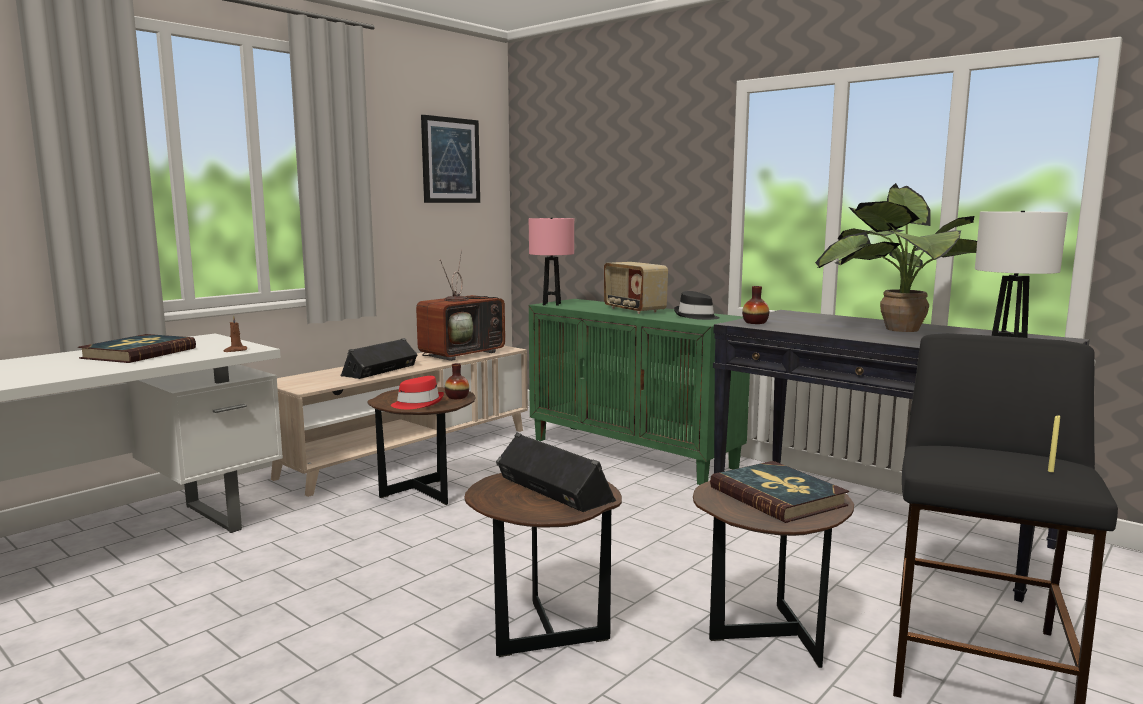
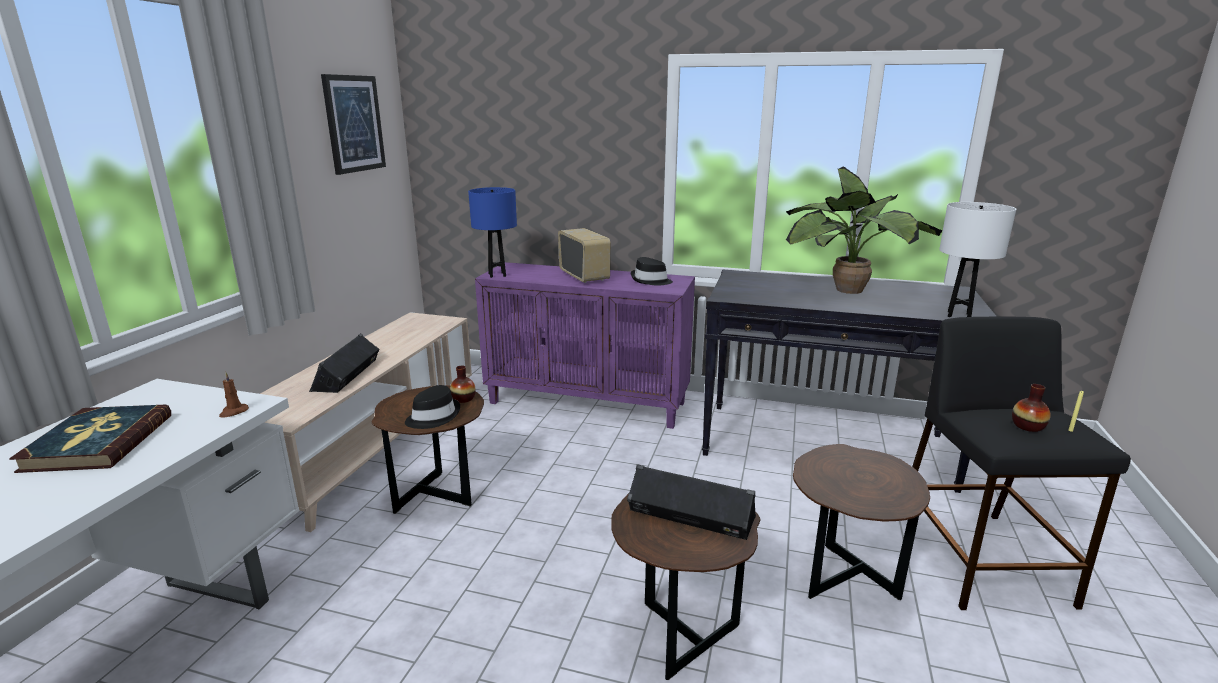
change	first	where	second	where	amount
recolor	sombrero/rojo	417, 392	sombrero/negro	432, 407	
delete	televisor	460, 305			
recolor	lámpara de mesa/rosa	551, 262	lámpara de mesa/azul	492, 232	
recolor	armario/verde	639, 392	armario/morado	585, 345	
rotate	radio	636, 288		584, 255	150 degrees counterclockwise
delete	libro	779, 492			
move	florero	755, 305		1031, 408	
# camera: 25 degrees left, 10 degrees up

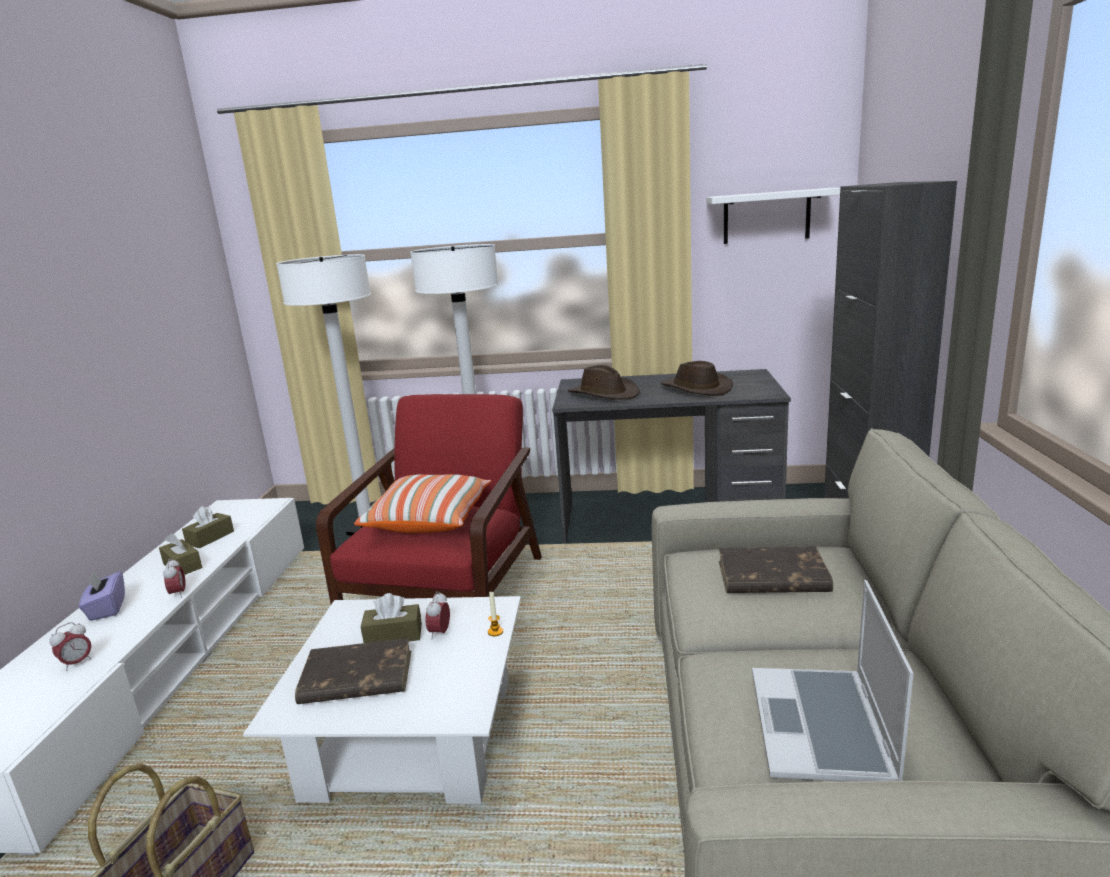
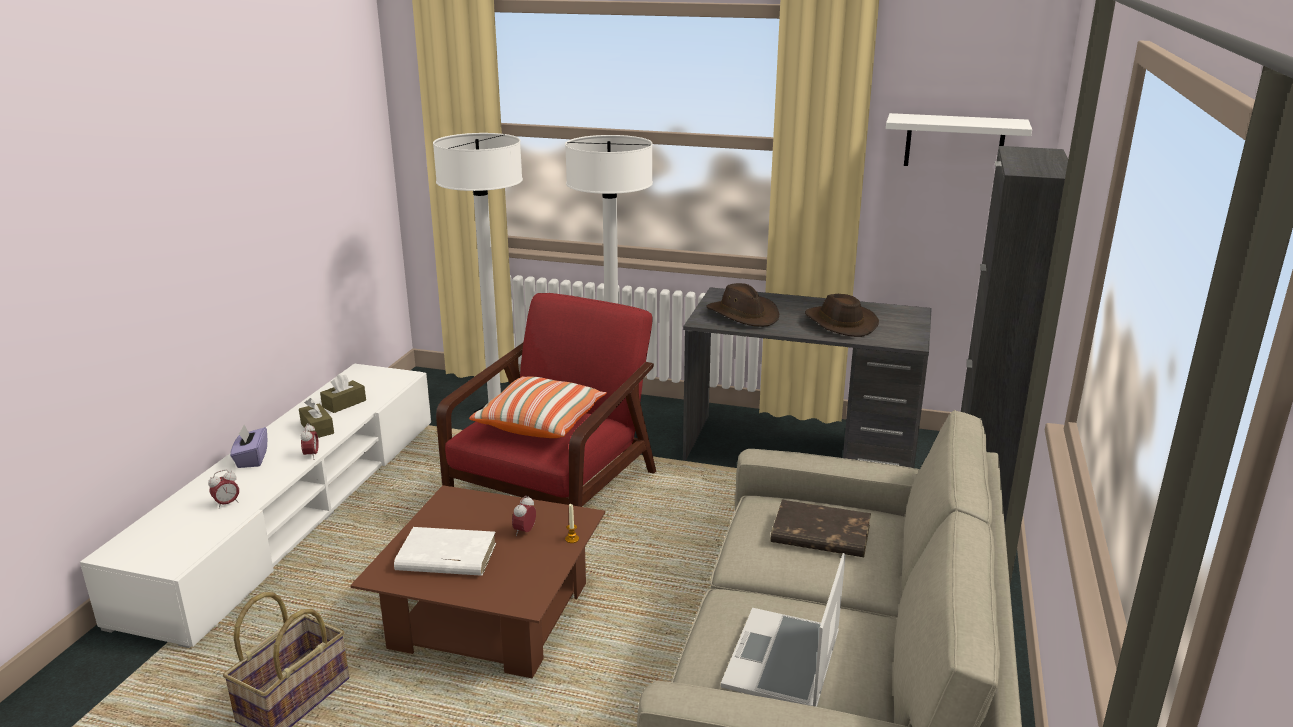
change	first	where	second	where	amount
recolor	mesa de centro/blanco	382, 700	mesa de centro/marrón	477, 581	
recolor	libro/marrón	353, 671	libro/blanco	445, 551	
delete	caja de pañuelos/marrón	391, 618			
# camera: 10 degrees right, 5 degrees up

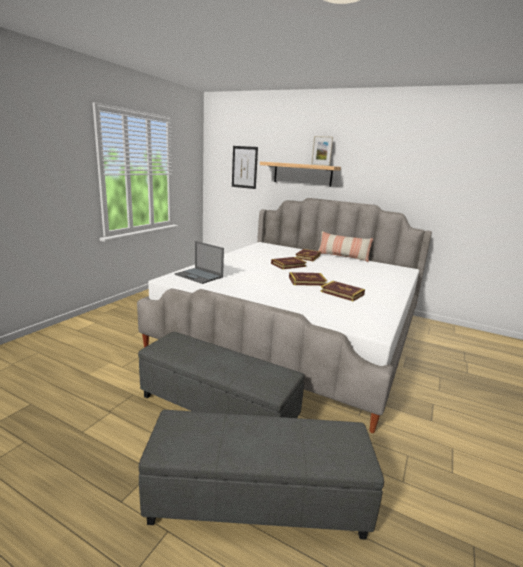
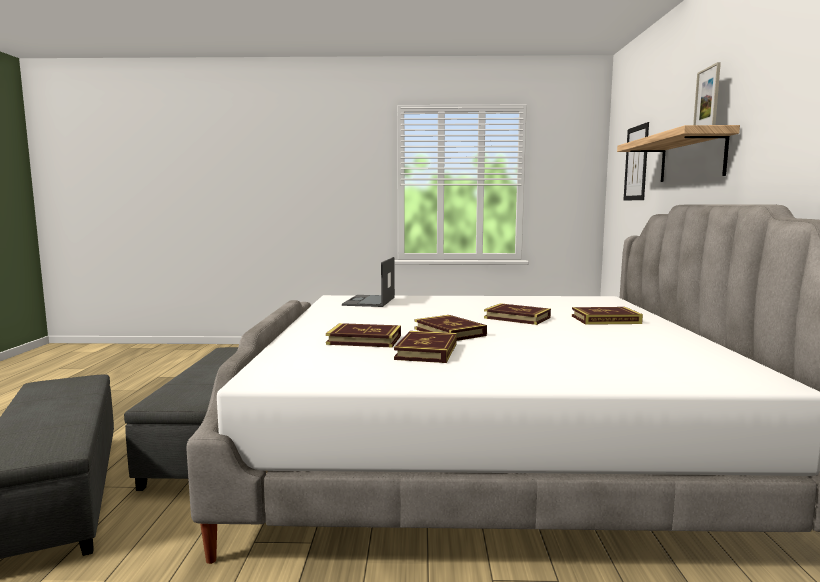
change	first	where	second	where	amount
delete	cojín	345, 246			
insert			libro	363, 335	
# camera: 65 degrees right, 10 degrees down

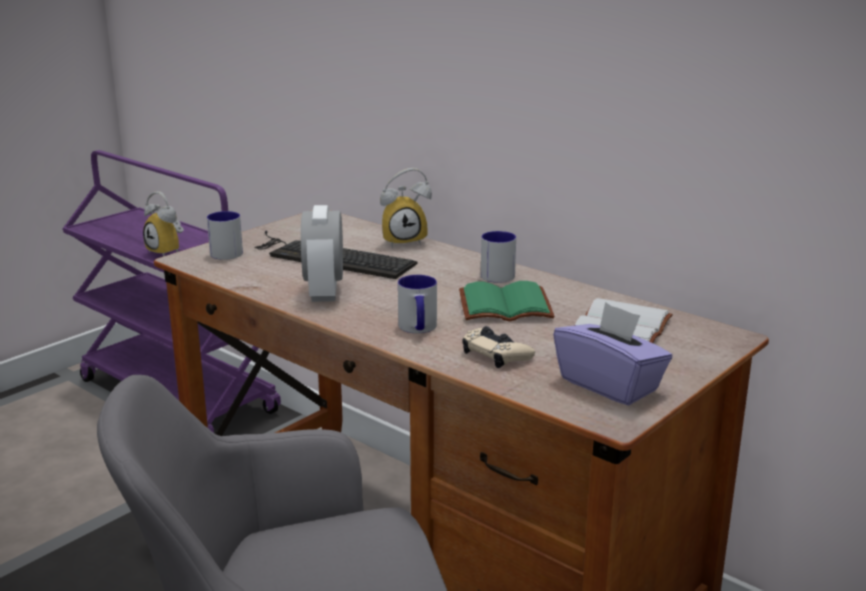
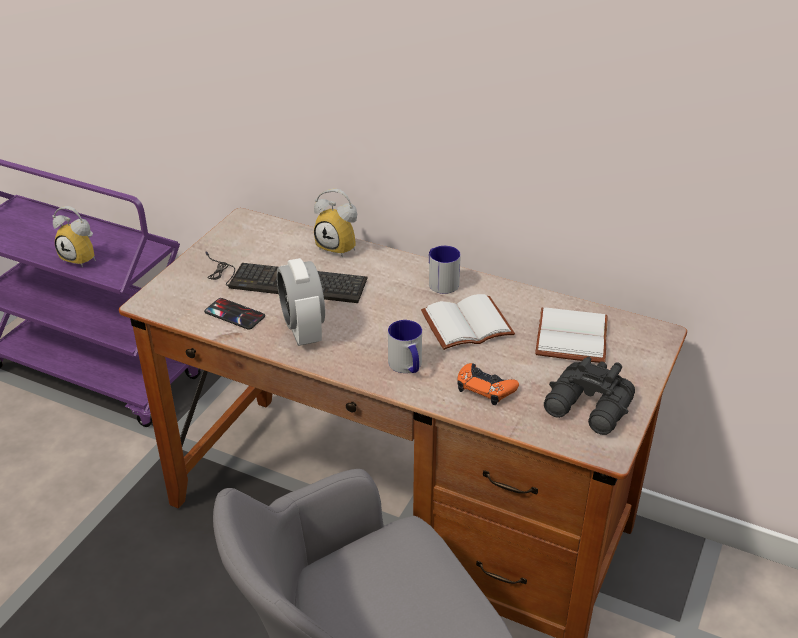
change	first	where	second	where	amount
delete	taza grande	225, 235			
rotate	despertador	406, 208		335, 223	60 degrees clockwise
recolor	libro/verde	507, 301	libro/blanco	468, 322	
recolor	mando de consola/beis	498, 347	mando de consola/naranja	488, 384	
replace	caja de pañuelos/morado	612, 354	prismáticos/negro	589, 396	
insert			móvil	234, 314	
# camera: 15 degrees left, 15 degrees up

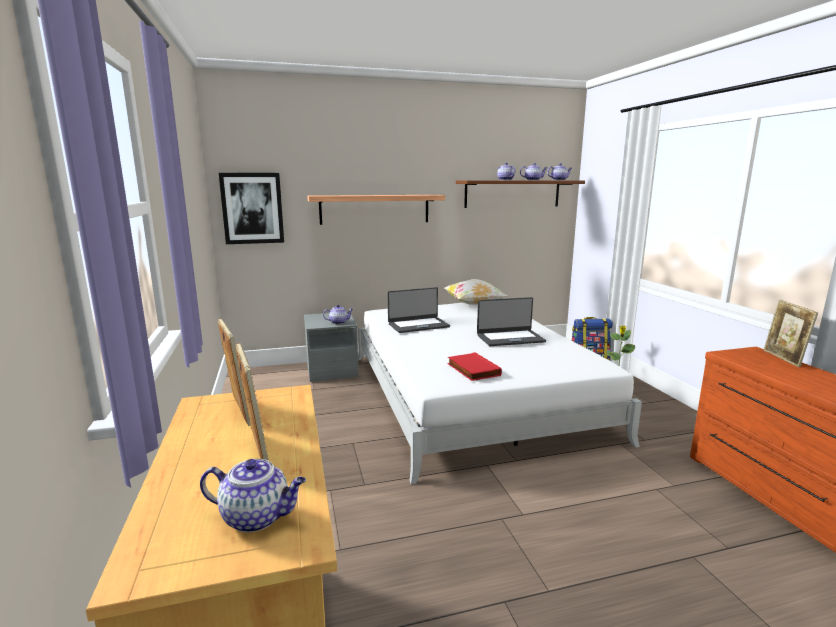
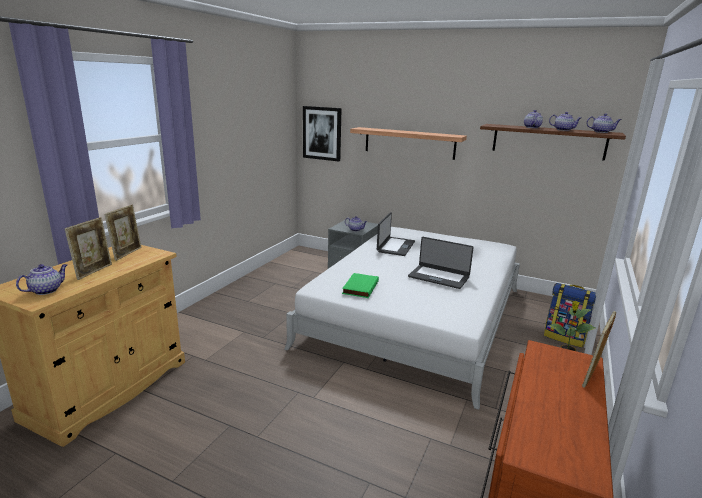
change	first	where	second	where	amount
rotate	tetera	253, 496		41, 279	105 degrees counterclockwise
rotate	portátil	419, 310		396, 234	90 degrees counterclockwise
delete	cojín	475, 292			
recolor	libro/rojo	475, 366	libro/verde	360, 285	
# camera: 40 degrees right, 5 degrees up

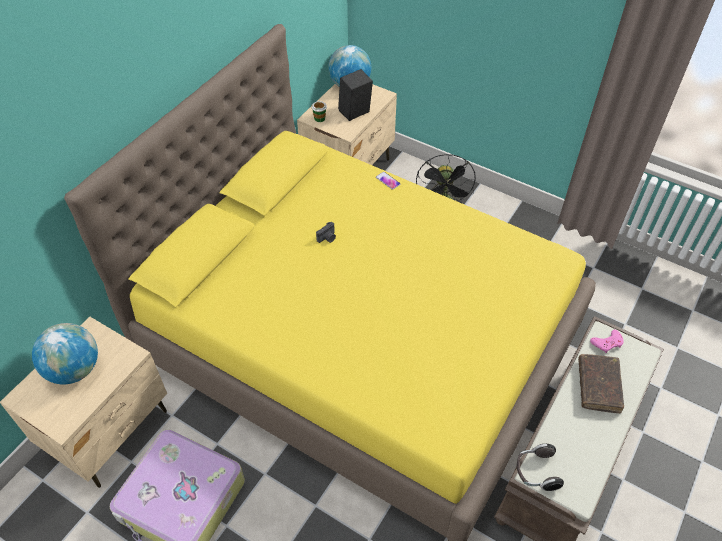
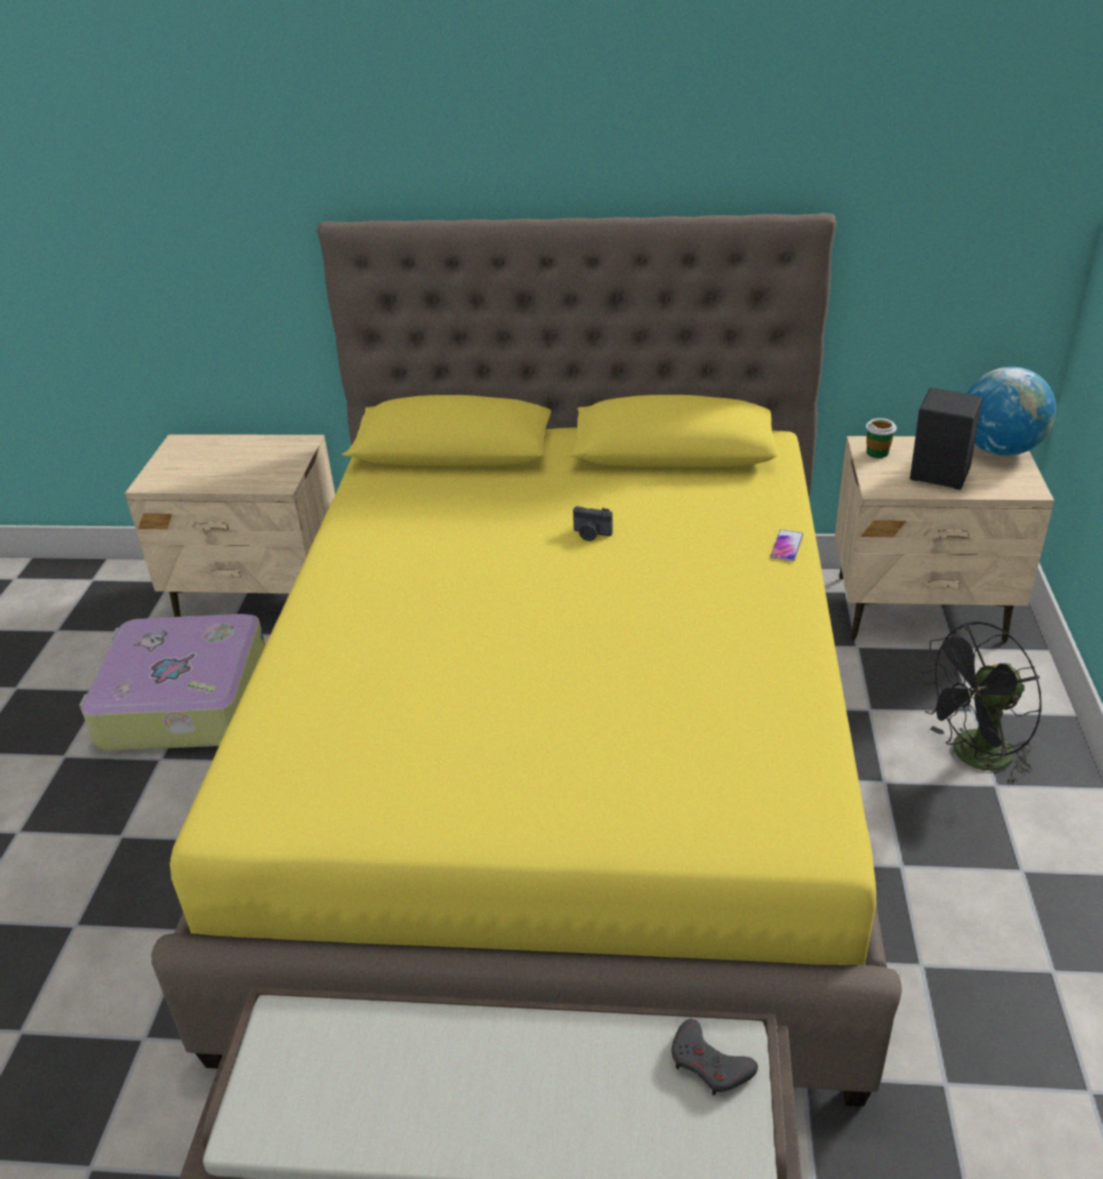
change	first	where	second	where	amount
delete	globo terráqueo	65, 353			
delete	auriculares	540, 467			
delete	libro/marrón	601, 383			
recolor	mando de consola/rosa	607, 341	mando de consola/gris	714, 1057	
# camera: 65 degrees right, 15 degrees down

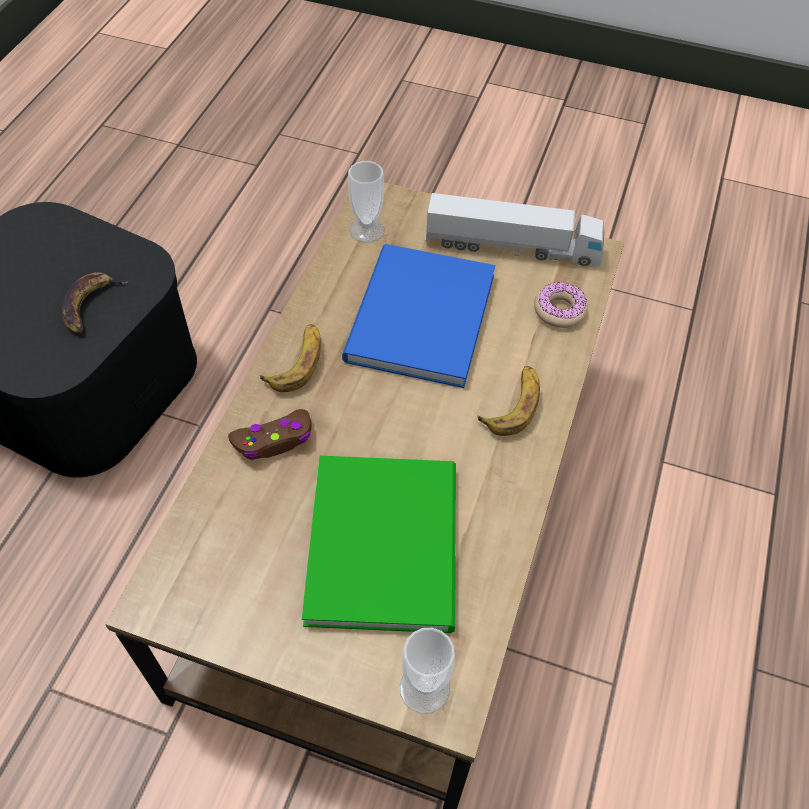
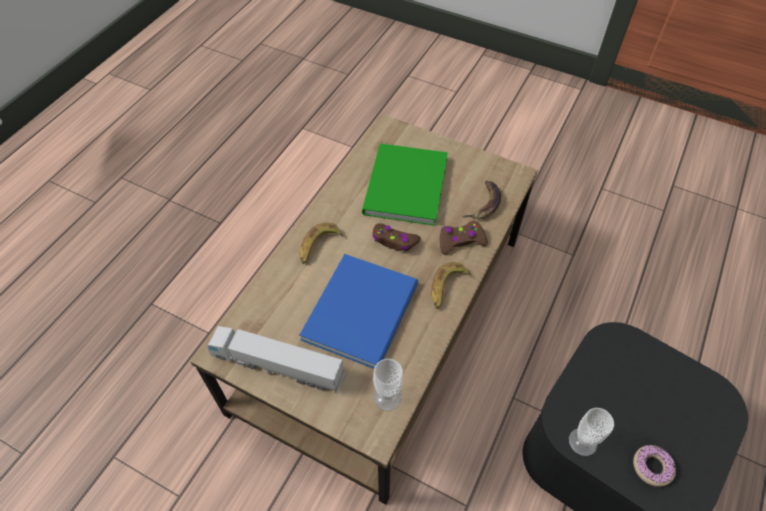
change	first	where	second	where	amount
move	plátano	95, 303		481, 200	
move	taza	427, 671		591, 432	
move	rosquilla	561, 305		654, 466	
insert			mando de consola/marrón	397, 237	
# camera: 170 degrees left, 0 degrees up

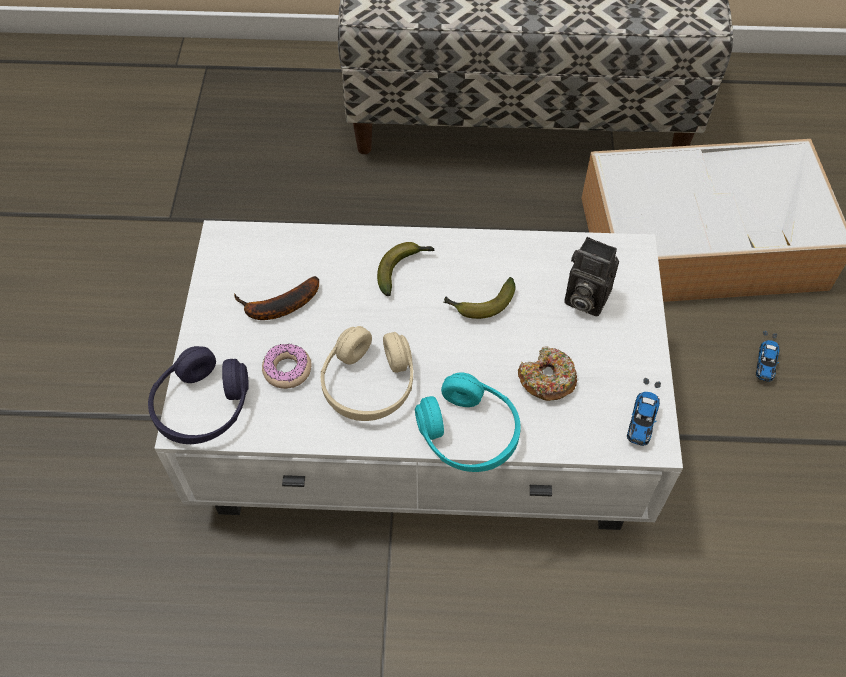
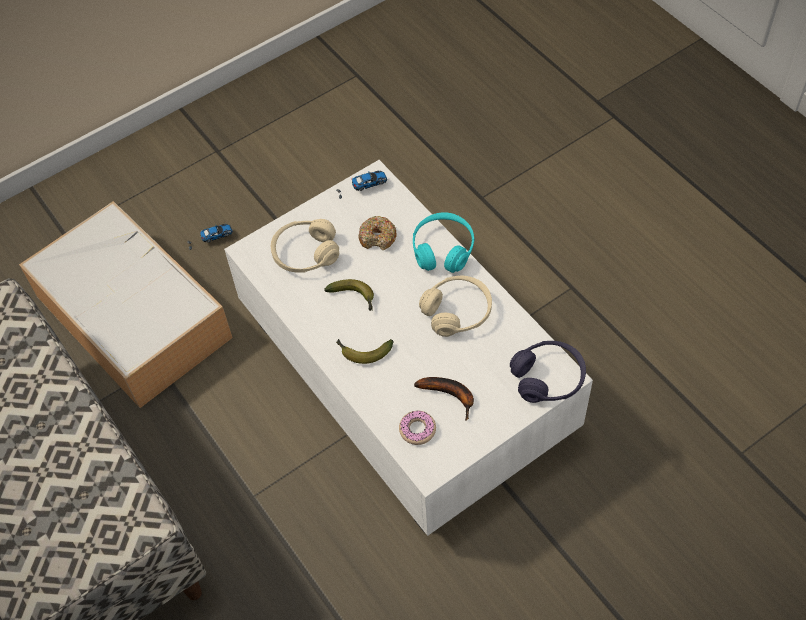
change	first	where	second	where	amount
move	rosquilla	287, 366		417, 427	
replace	cámara	591, 277	auriculares/beis	305, 246	
# camera: 125 degrees left, 0 degrees up

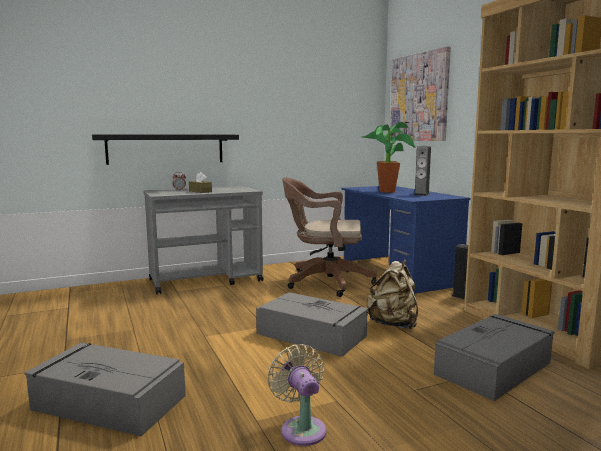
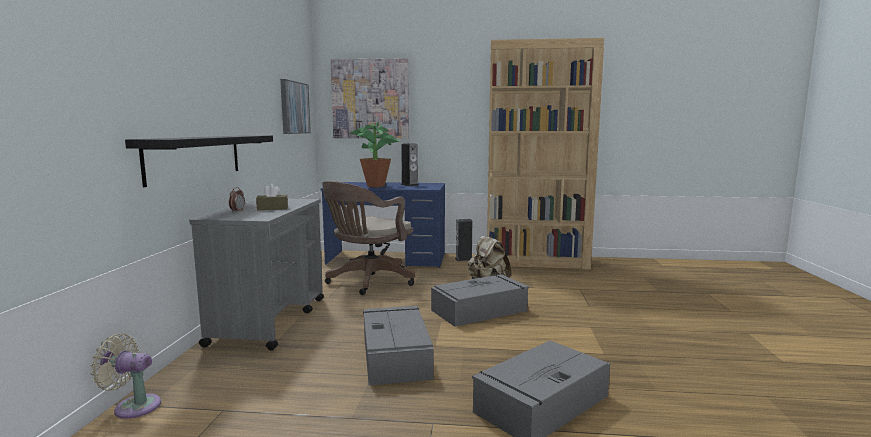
change	first	where	second	where	amount
move	ventilador/beis	297, 395		126, 376	
move	caja de almacenaje/gris	494, 357		398, 346	
insert			cuadro	295, 106	
# camera: 60 degrees left, 0 degrees up

